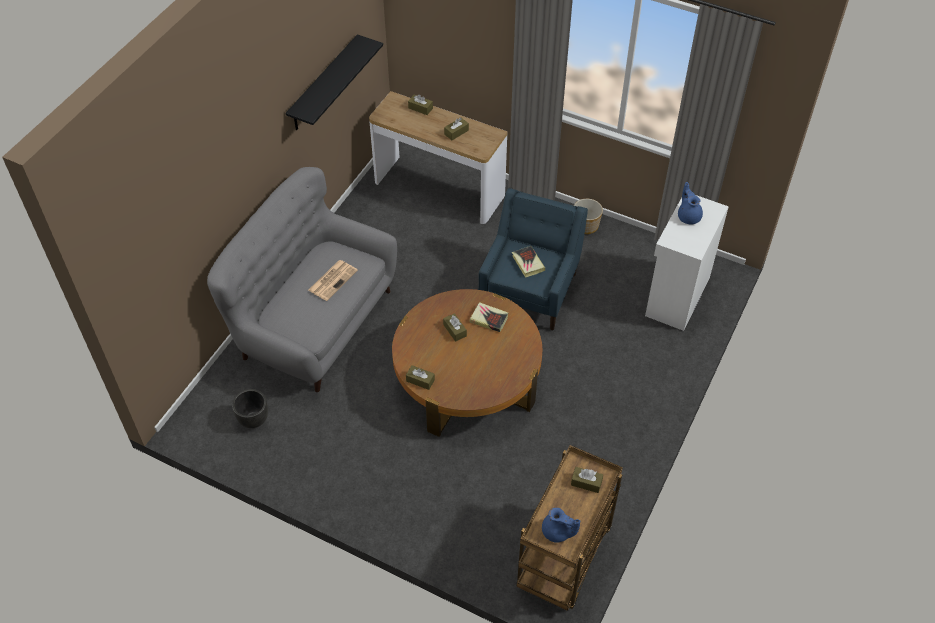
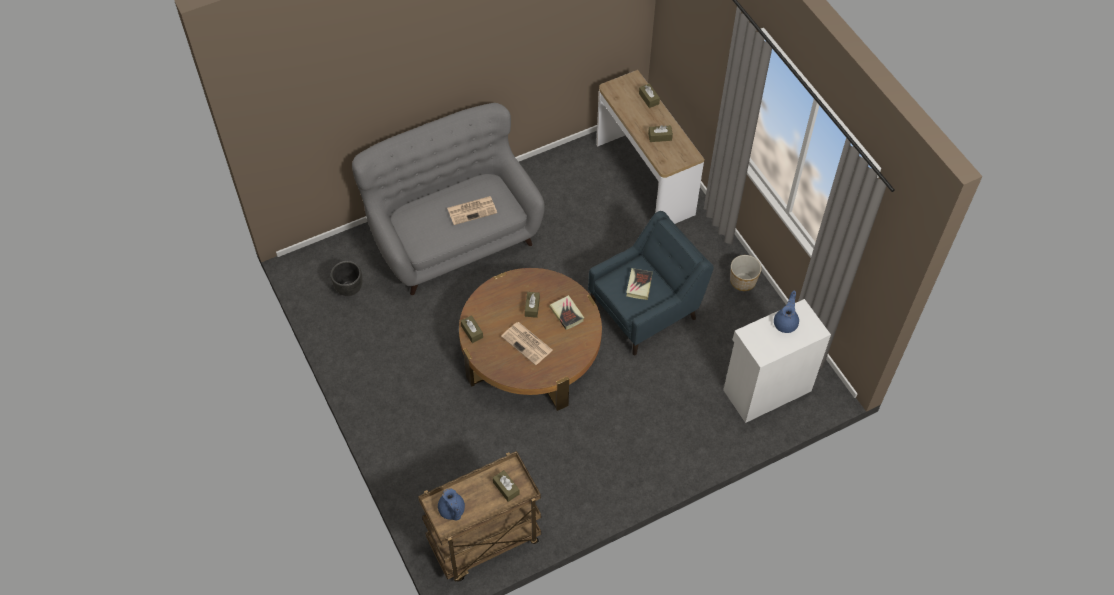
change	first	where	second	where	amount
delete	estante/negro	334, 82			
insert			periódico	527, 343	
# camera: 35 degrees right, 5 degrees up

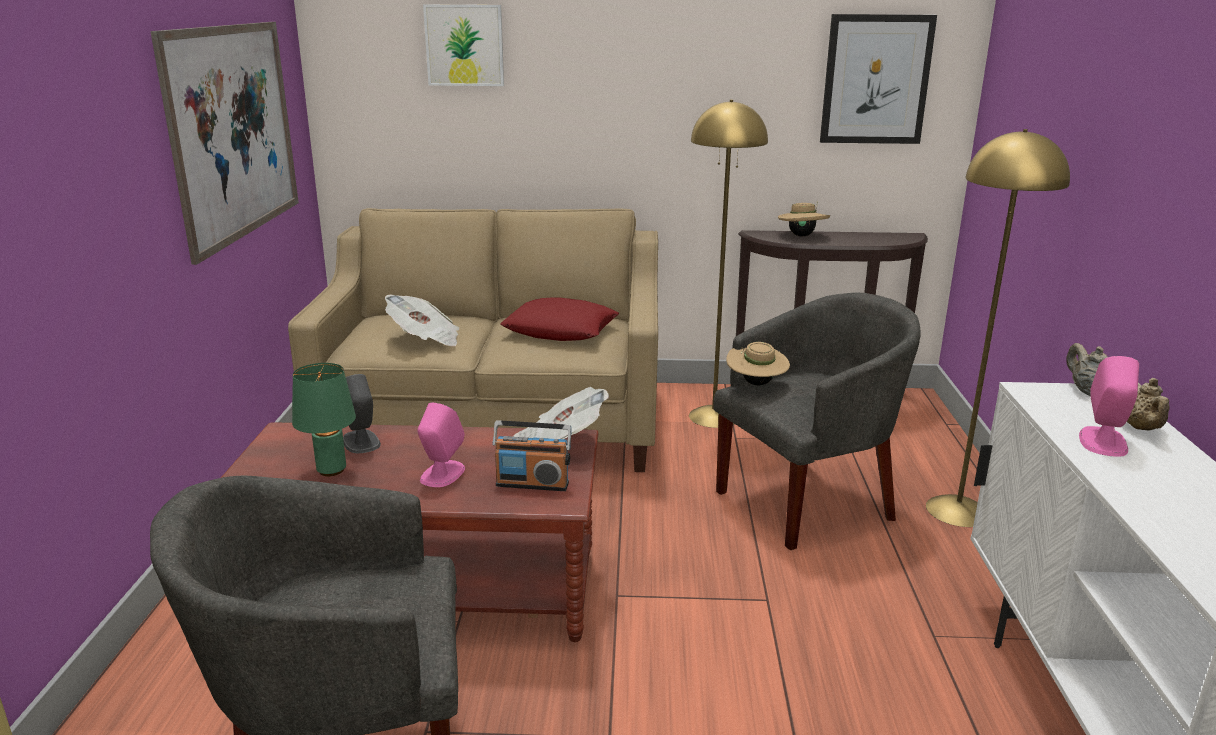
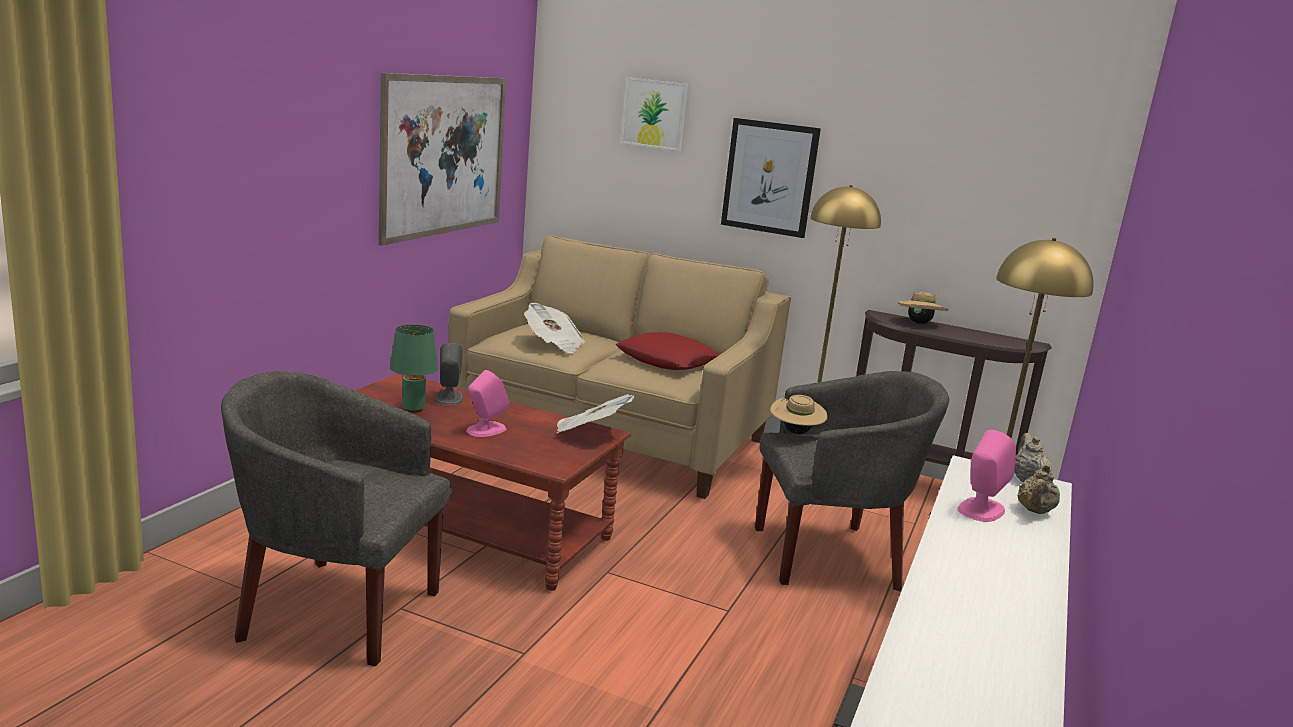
change	first	where	second	where	amount
delete	radio	532, 455			
move	cuadro	878, 79		771, 178	
# camera: 20 degrees right, 5 degrees down

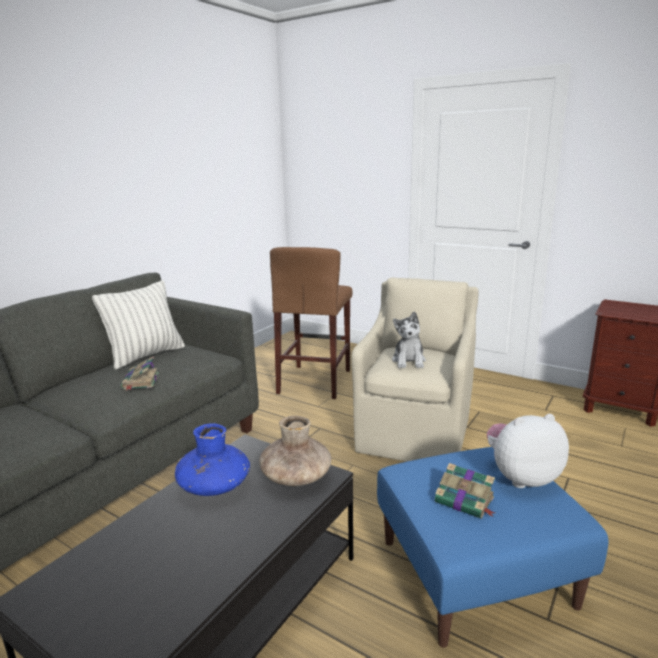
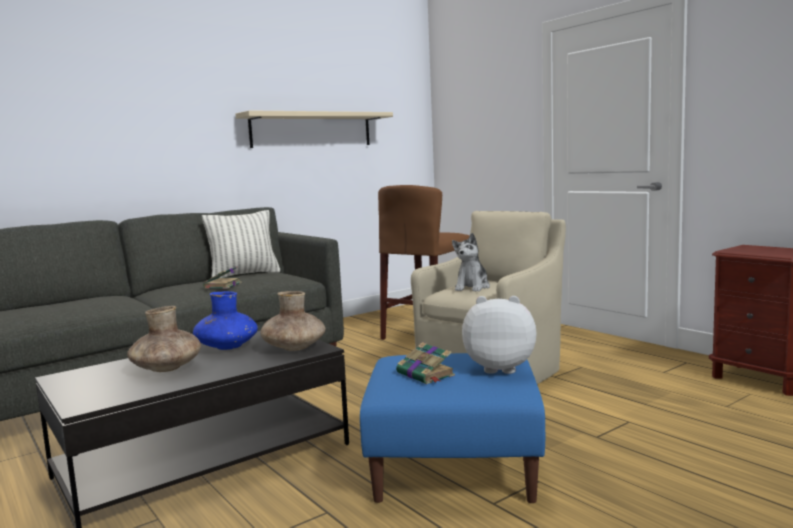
change	first	where	second	where	amount
insert			florero/marrón	164, 339	
insert			estante/beis	314, 129	
# camera: 20 degrees right, 10 degrees down

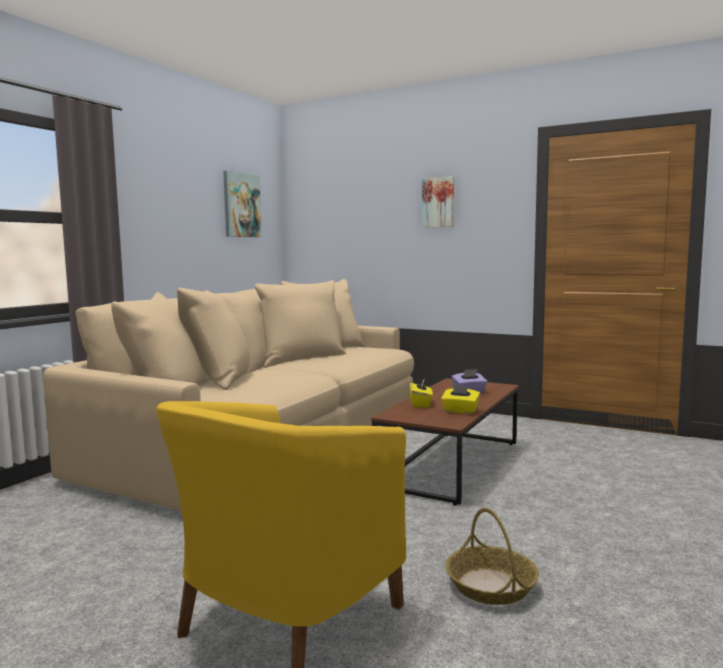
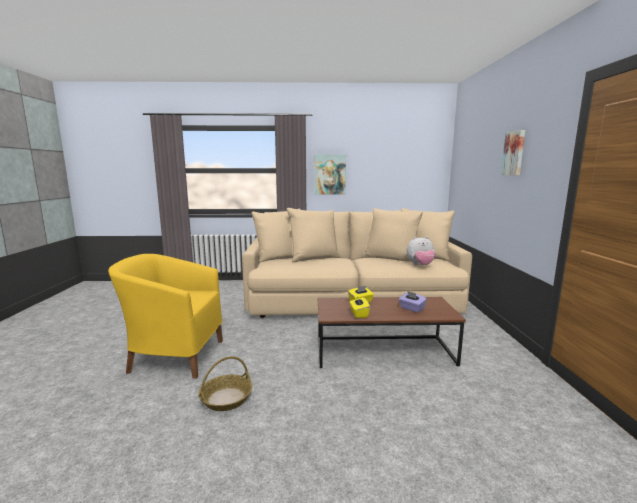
change	first	where	second	where	amount
move	cuadro	242, 204		330, 174	
insert			peluche	421, 250	
# camera: 60 degrees right, 5 degrees up

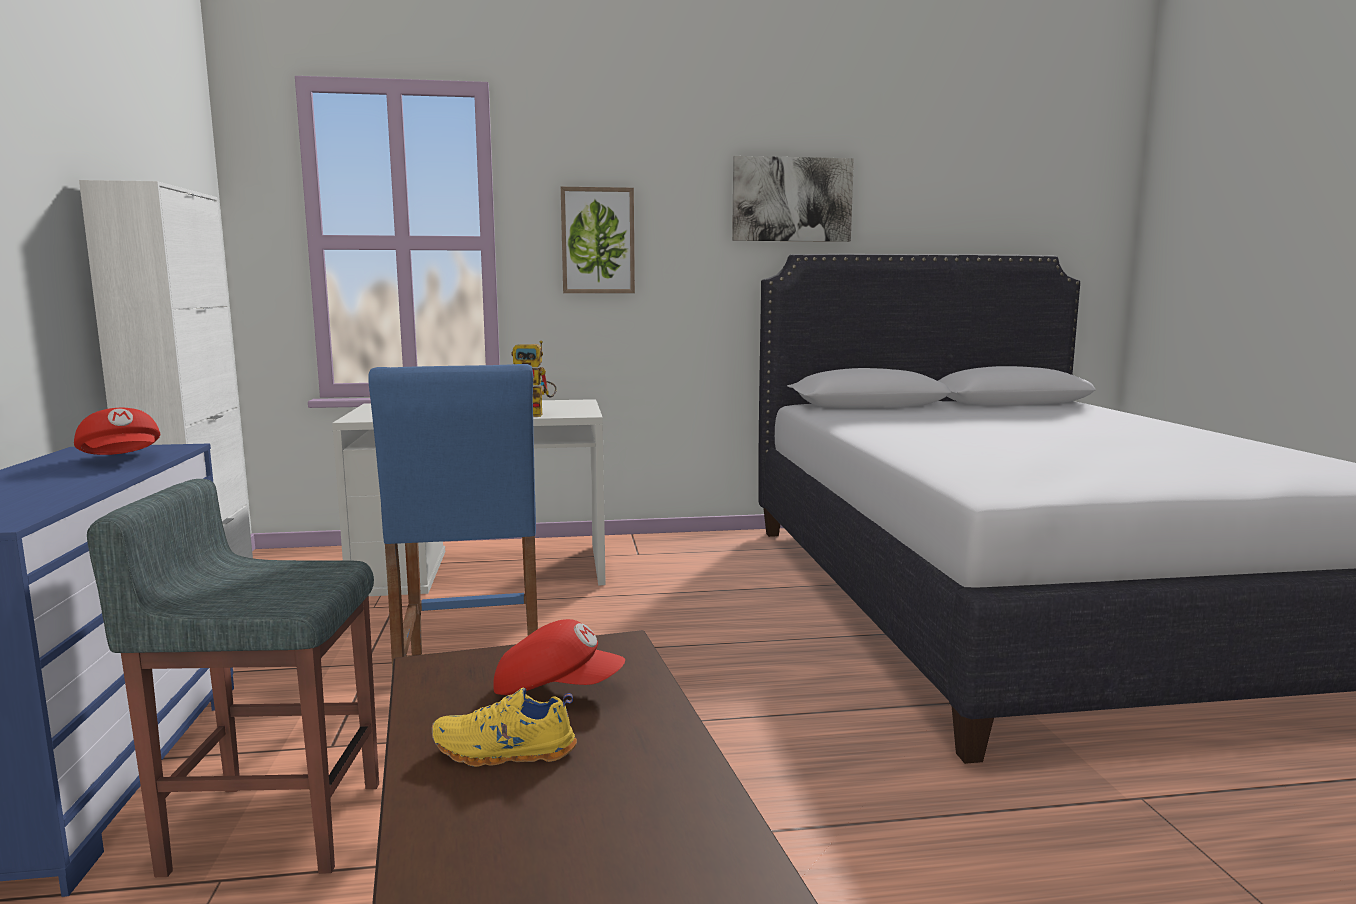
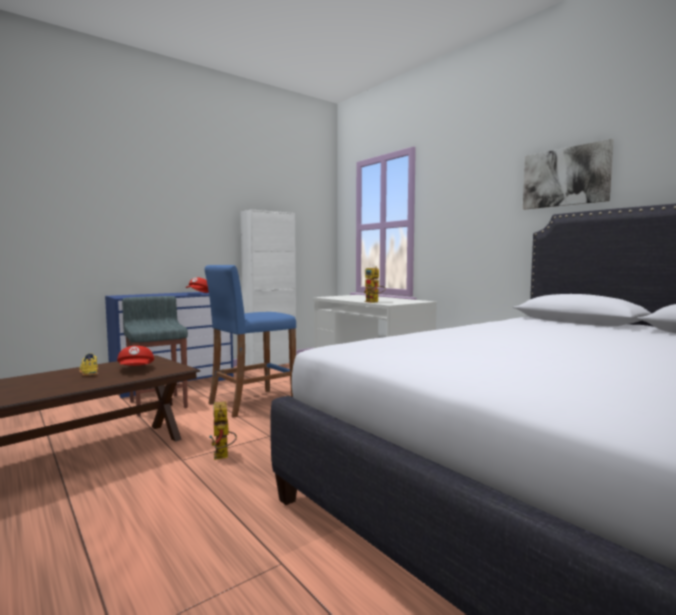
change	first	where	second	where	amount
delete	cuadro	598, 240			
insert			robot de juguete	223, 430	
# camera: 60 degrees right, 5 degrees down

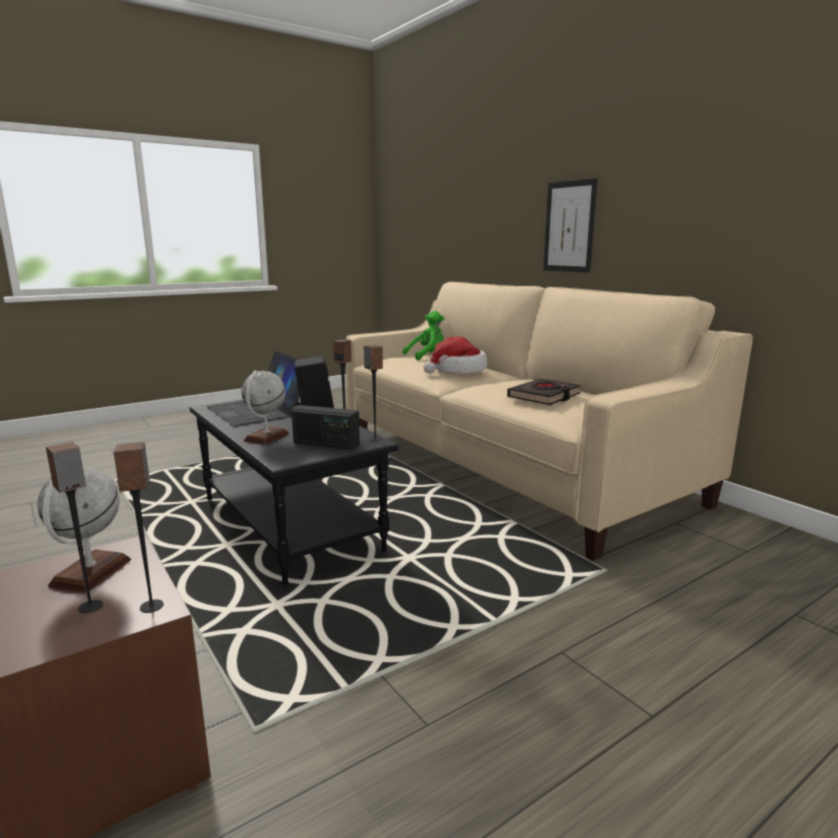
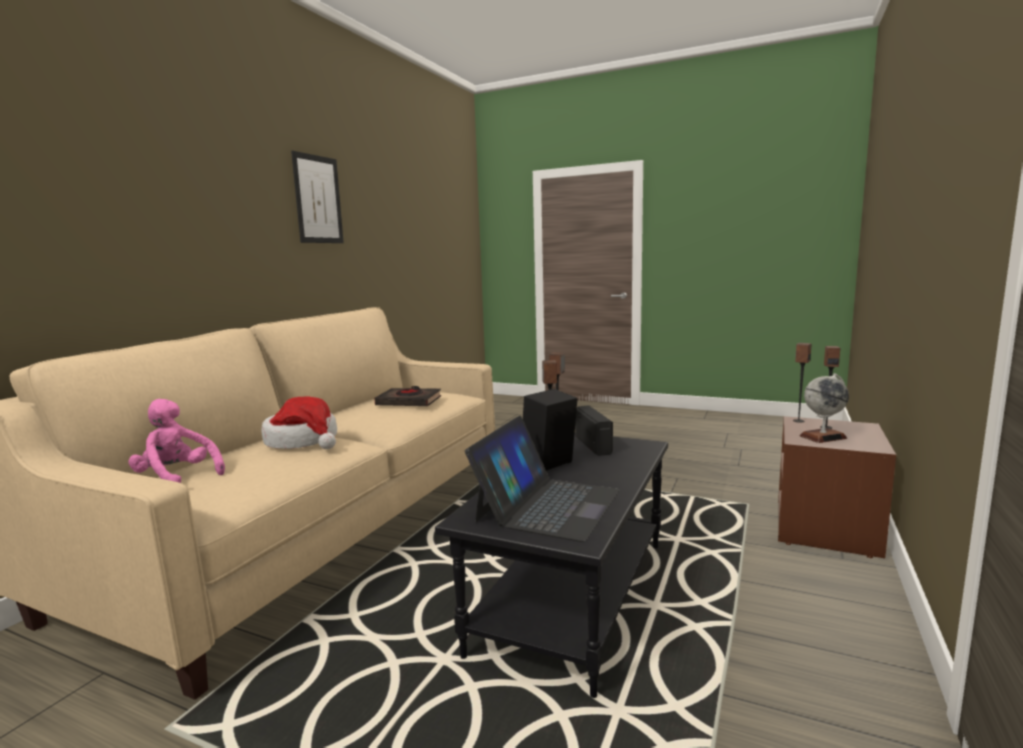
change	first	where	second	where	amount
delete	globo terráqueo	265, 407			
recolor	peluche/verde	423, 335	peluche/rosa	176, 441	
move	cuadro	570, 225		317, 196	
# camera: 120 degrees left, 5 degrees down

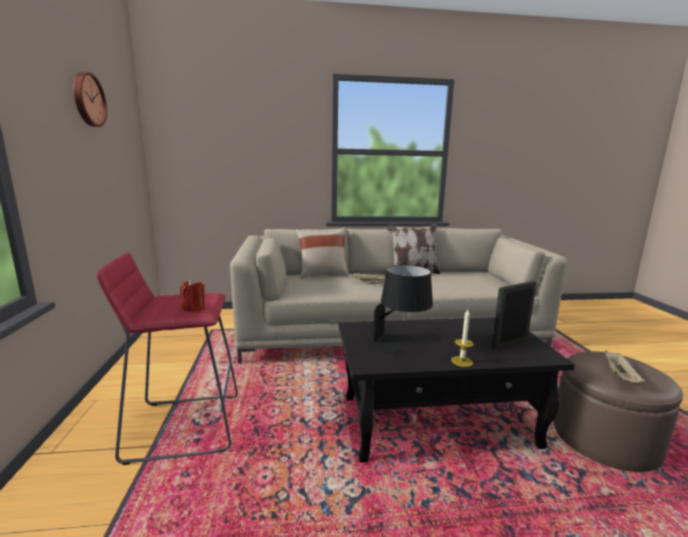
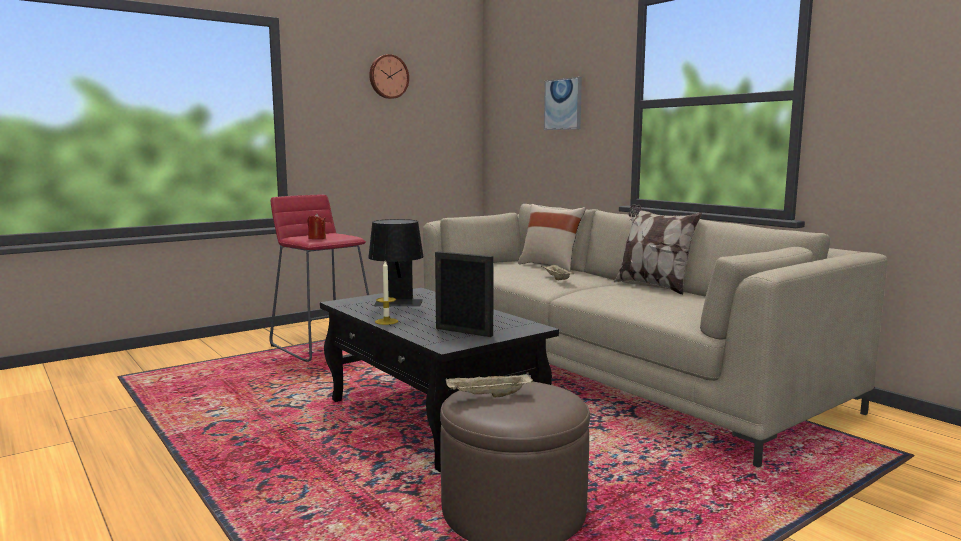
change	first	where	second	where	amount
insert			cuadro	563, 103	
# camera: 60 degrees right, 5 degrees down

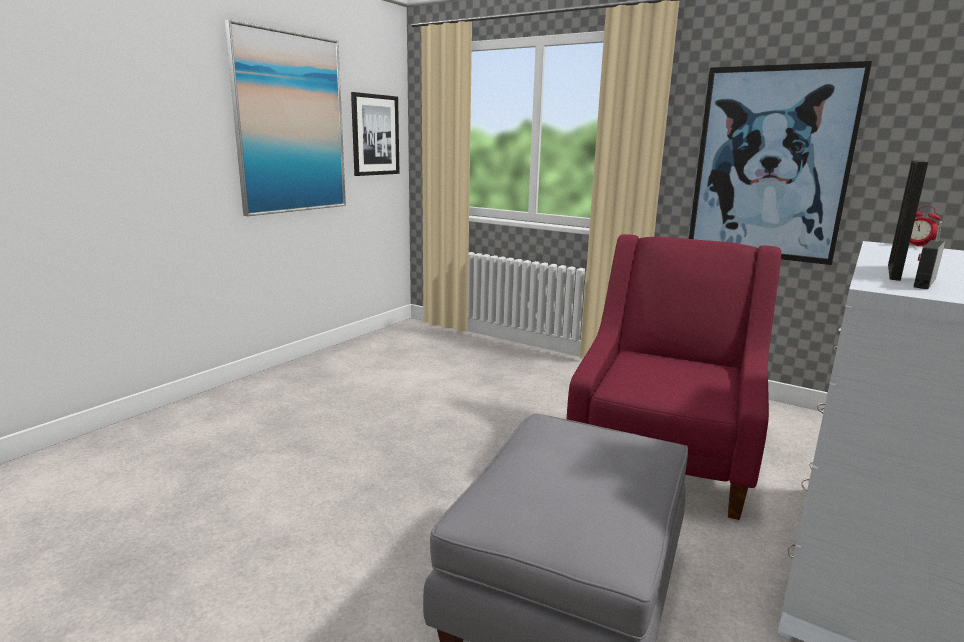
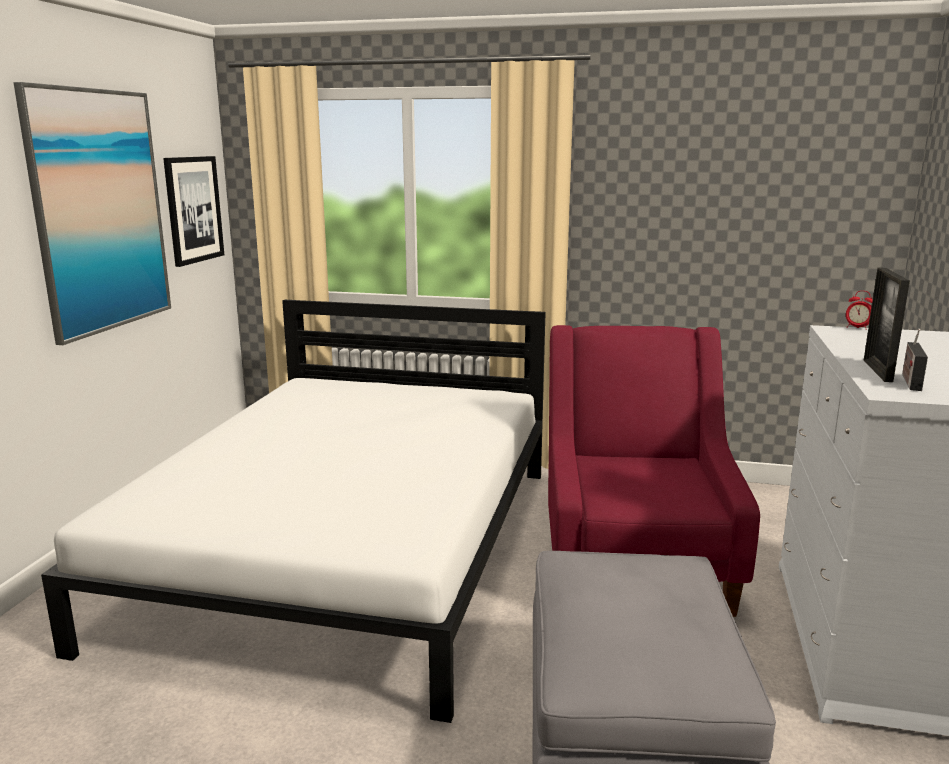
change	first	where	second	where	amount
delete	cuadro	780, 163			
insert			cama/blanco	293, 511	
# camera: 20 degrees left, 0 degrees up

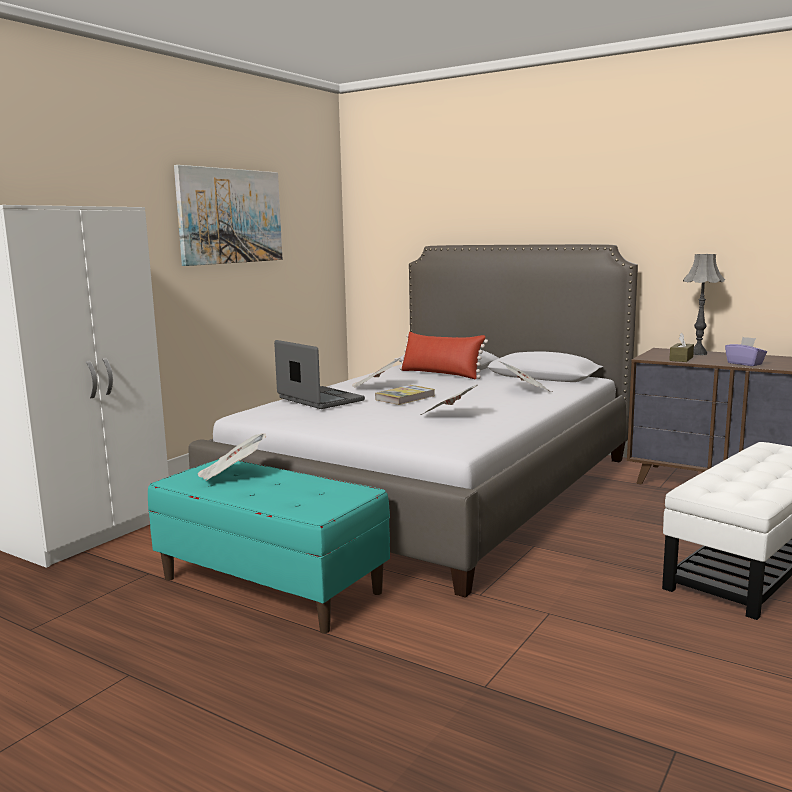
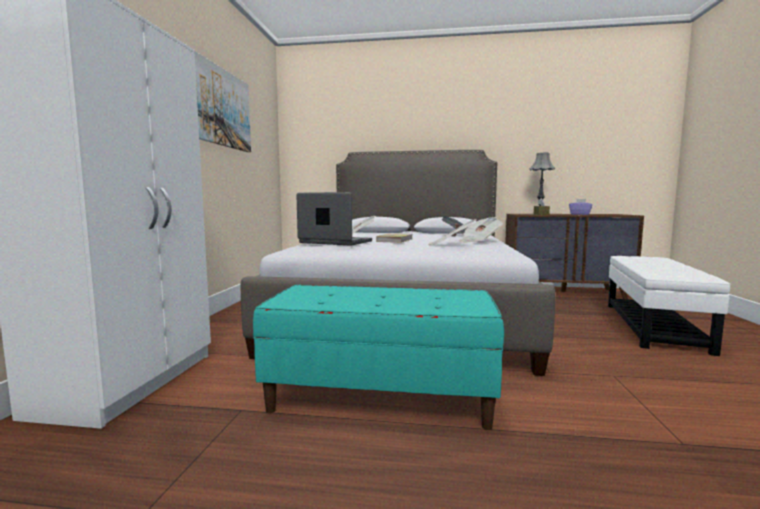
change	first	where	second	where	amount
move	periódico	232, 457		481, 230	
delete	cojín/rojo	443, 355			
# camera: 25 degrees left, 5 degrees down

